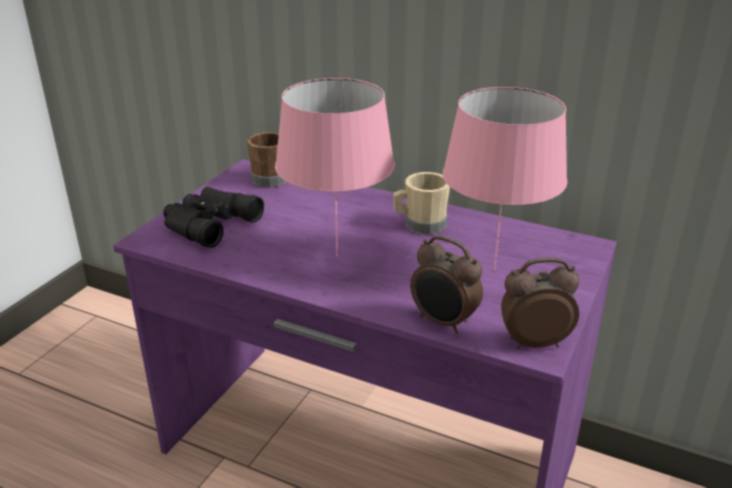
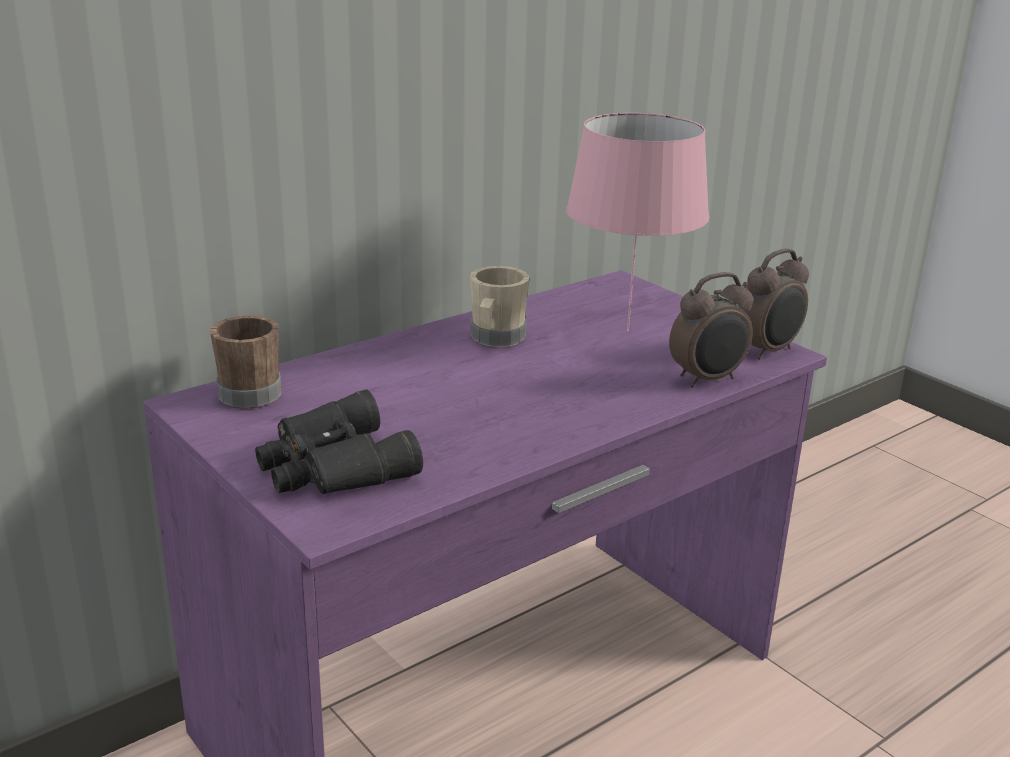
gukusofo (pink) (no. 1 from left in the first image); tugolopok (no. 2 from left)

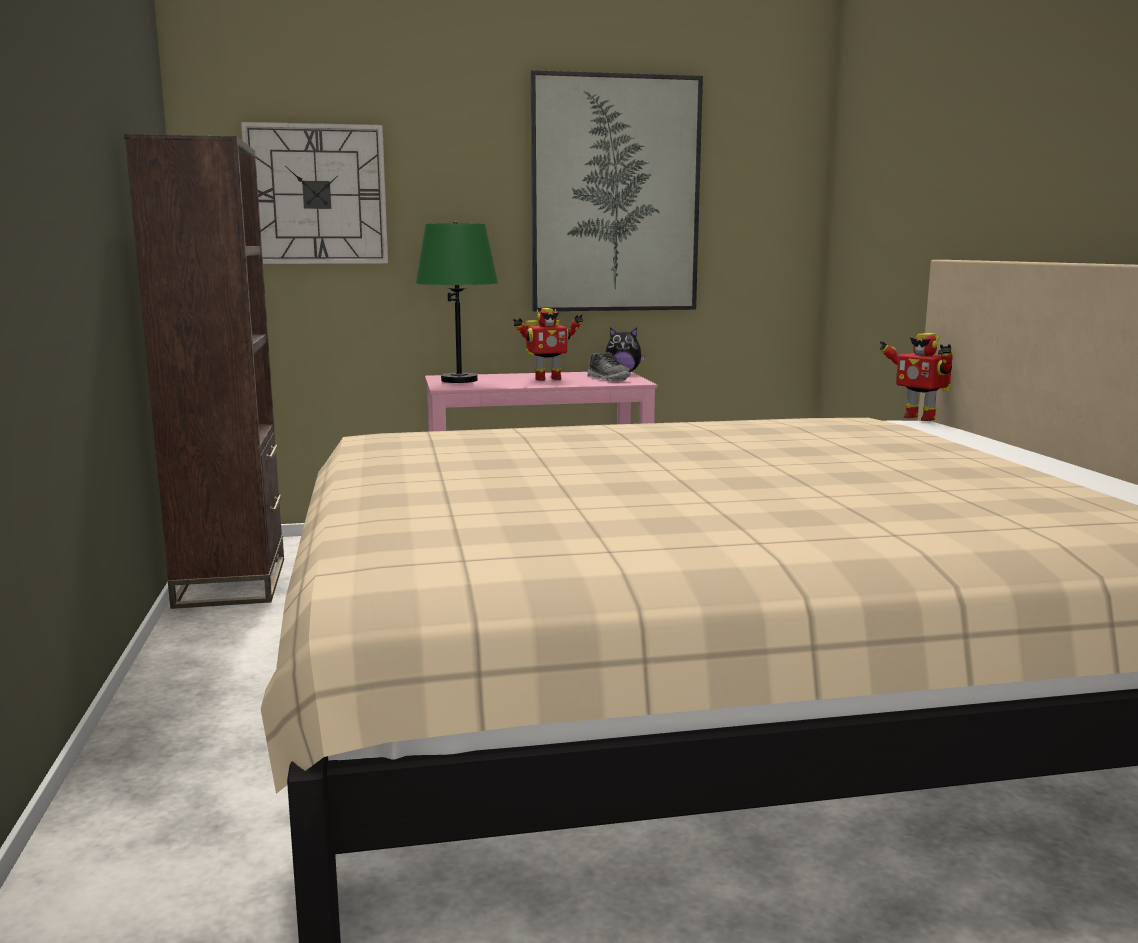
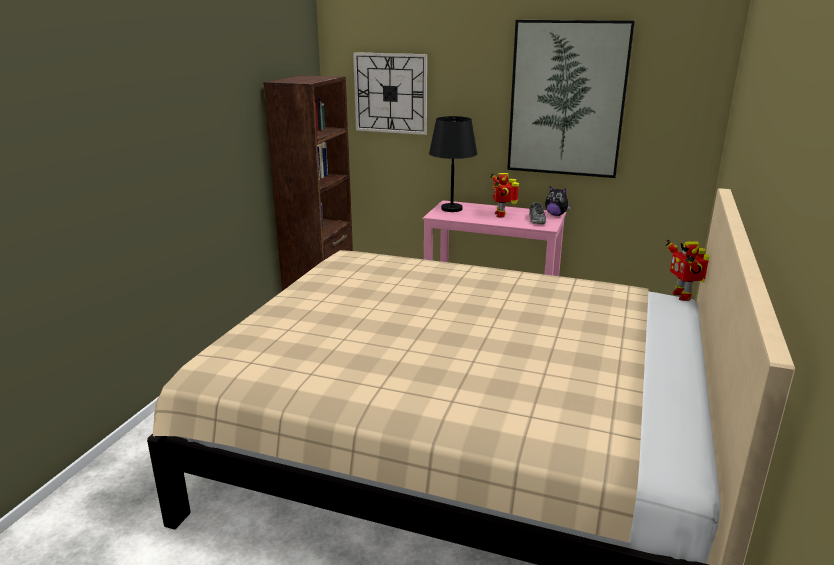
gukusofo (black); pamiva (no. 1 from left)

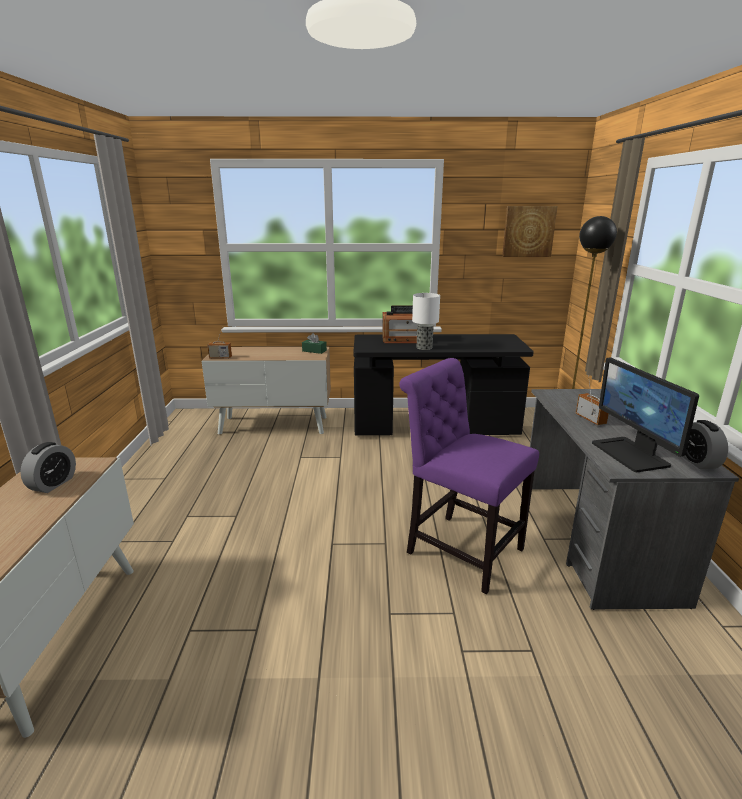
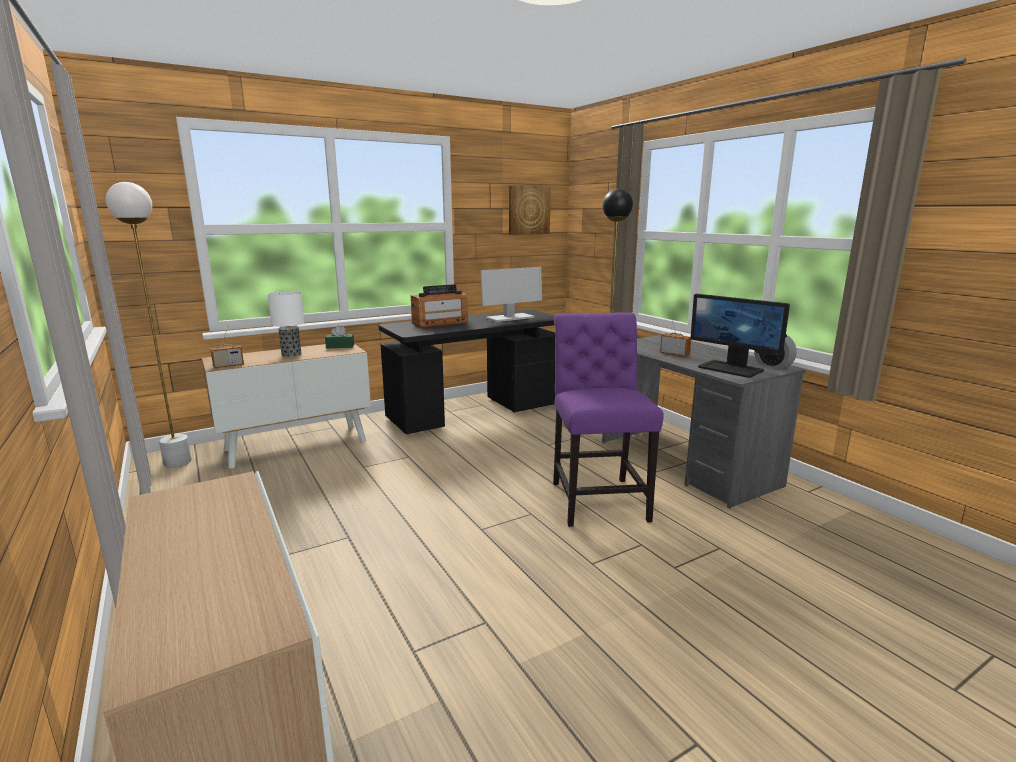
tugolopok (no. 1 from left in the first image); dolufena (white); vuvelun (no. 1 from left); gukusofo; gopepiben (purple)

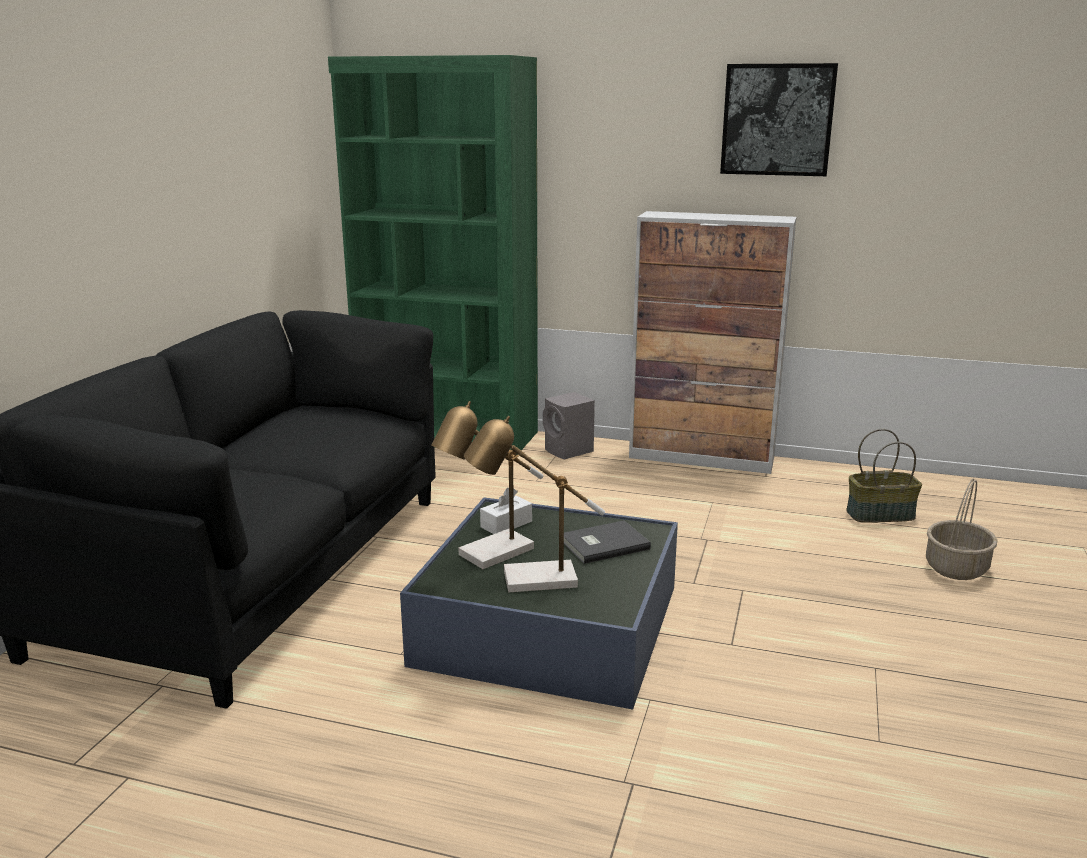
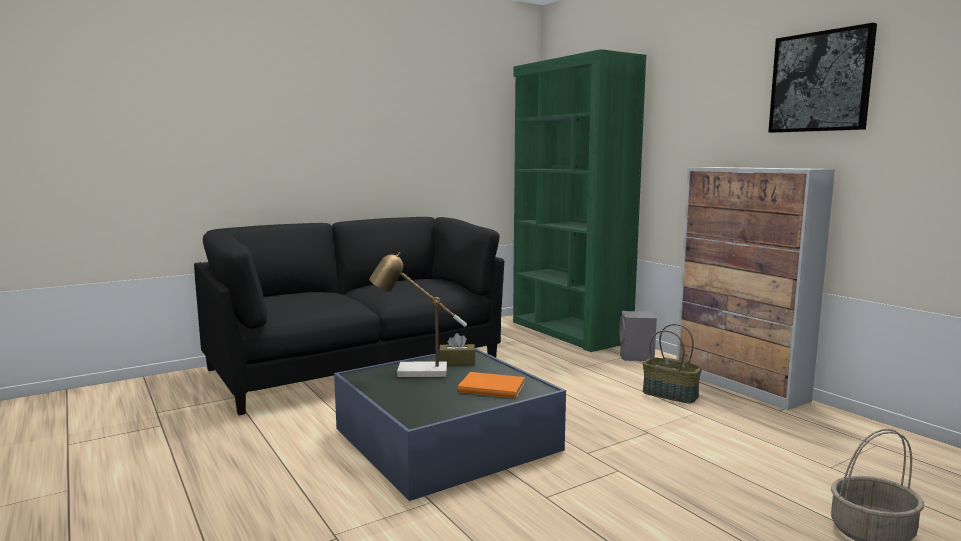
gukusofo (no. 2 from left in the first image); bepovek (no. 1 from left); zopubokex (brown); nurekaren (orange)

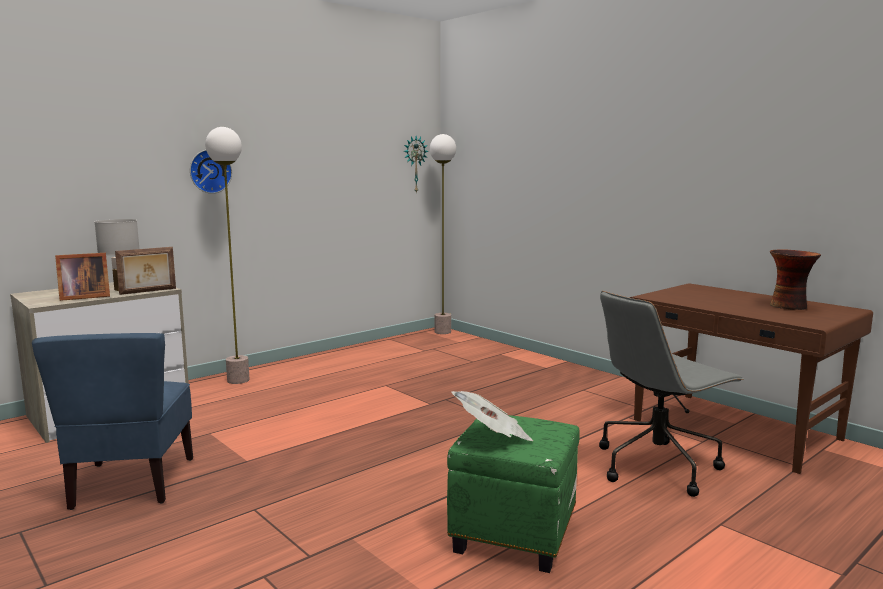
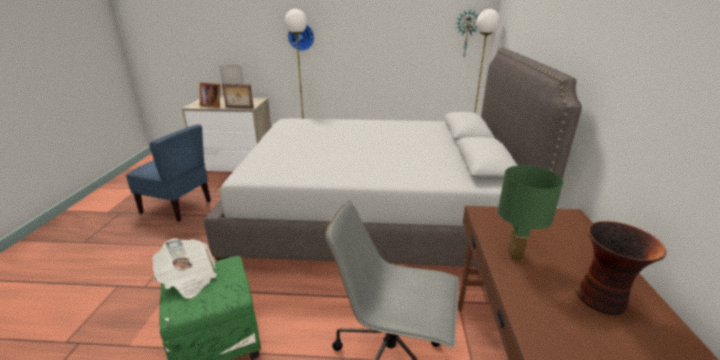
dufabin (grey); gukusofo (green); gopepiben (blue)

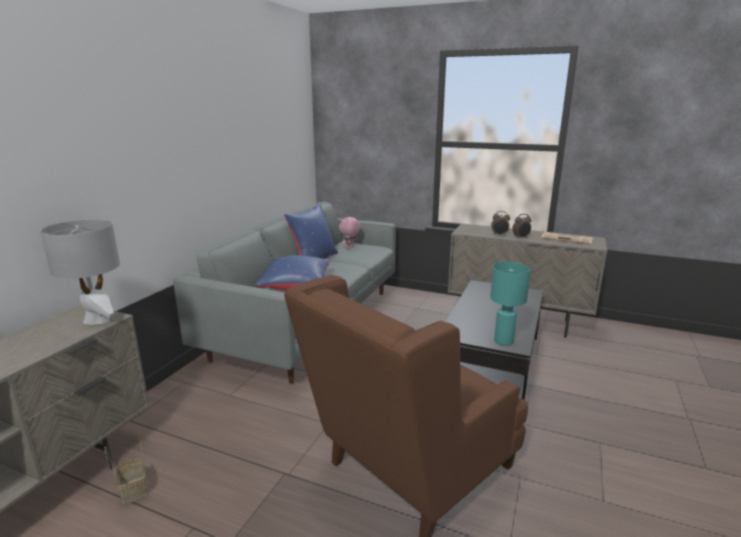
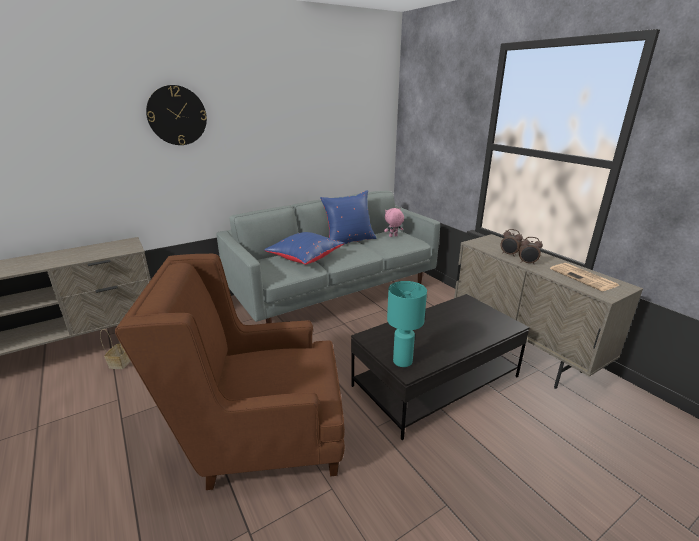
gukusofo (grey); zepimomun

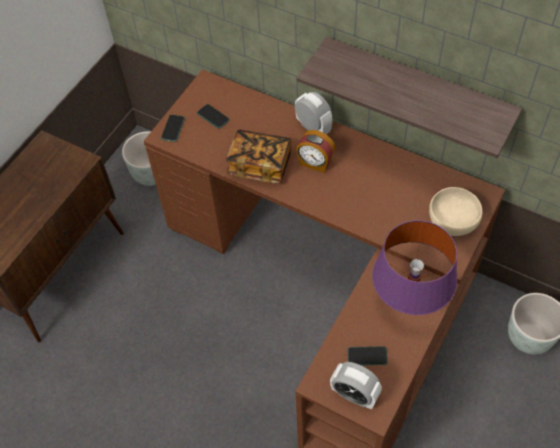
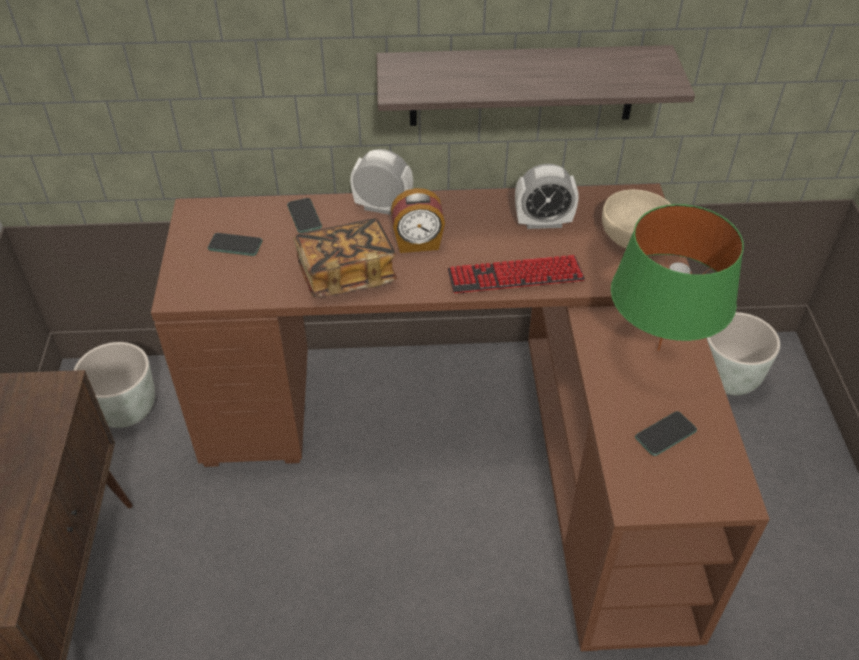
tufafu; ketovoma (no. 2 from left); tugolopok (no. 3 from left); gukusofo (green)

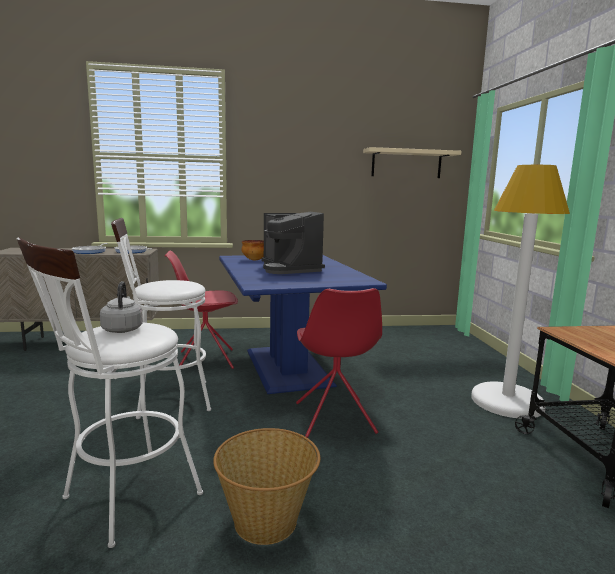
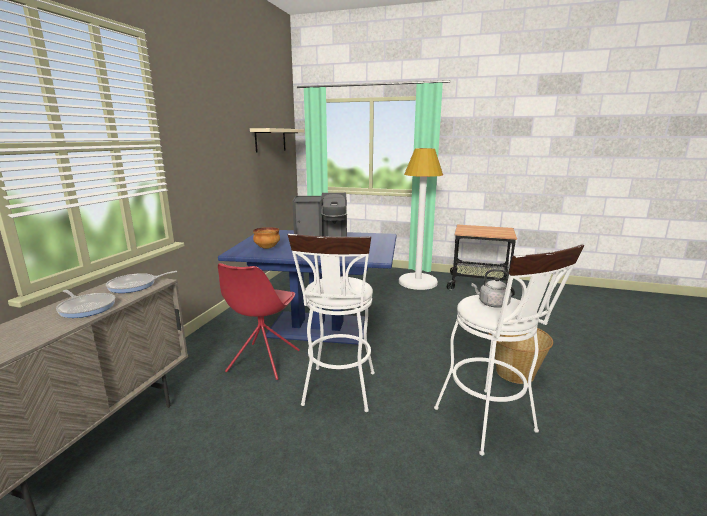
gopepiben (red) (no. 2 from left in the first image)

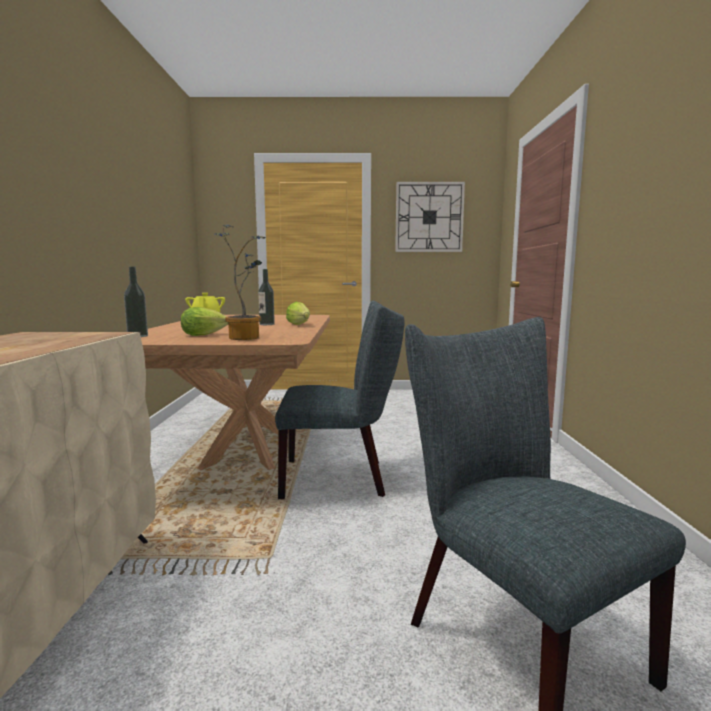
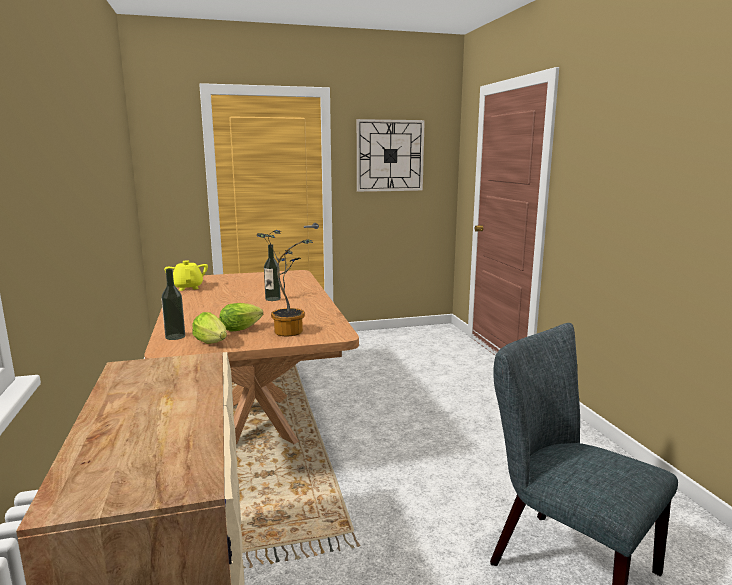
gopepiben (grey) (no. 1 from left in the first image); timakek (no. 1 from left)

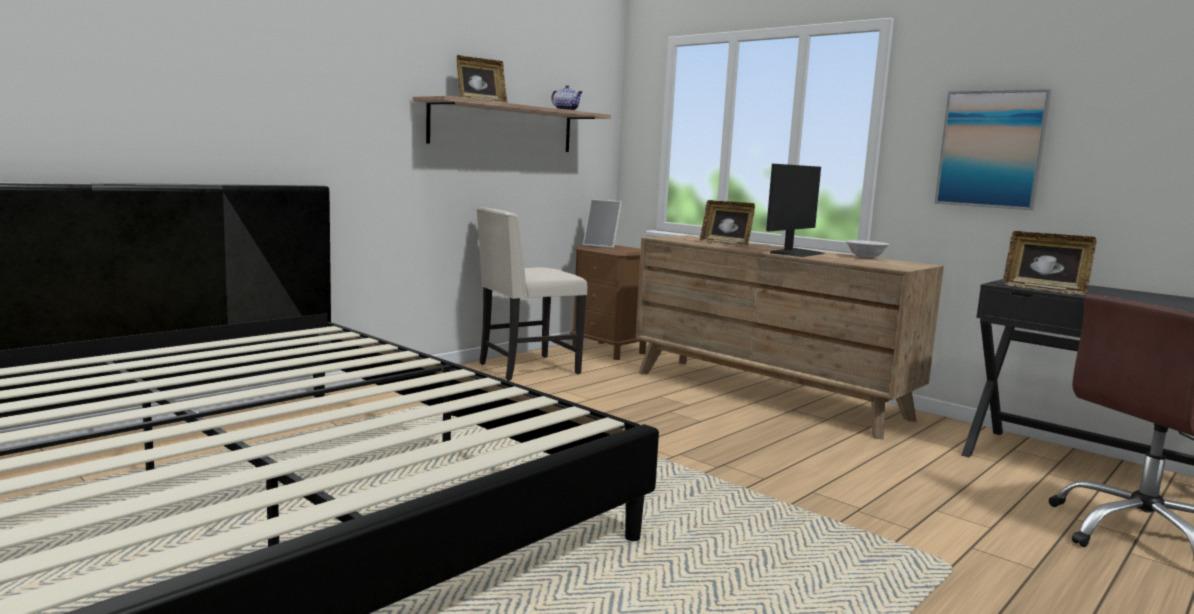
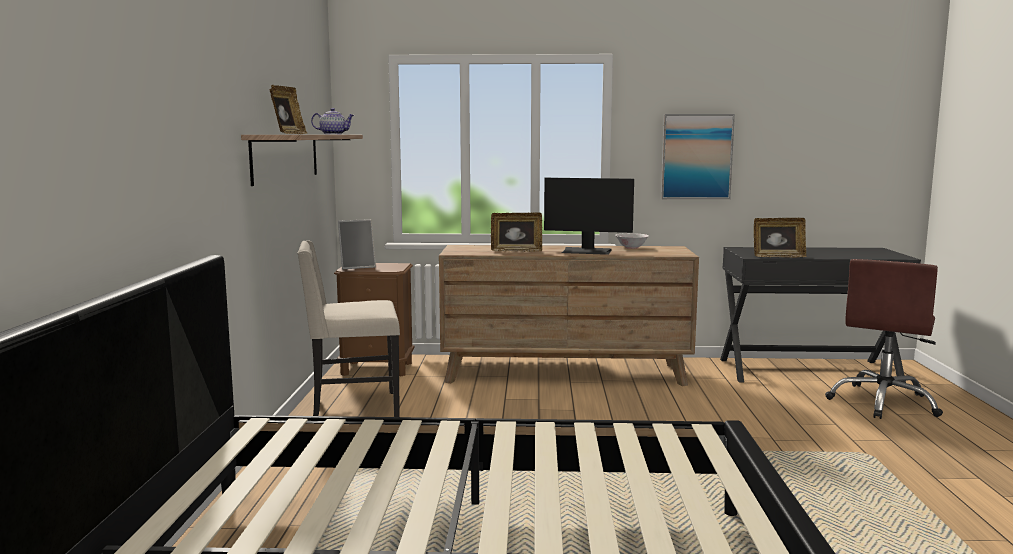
gopepiben (beige); vuvelun

